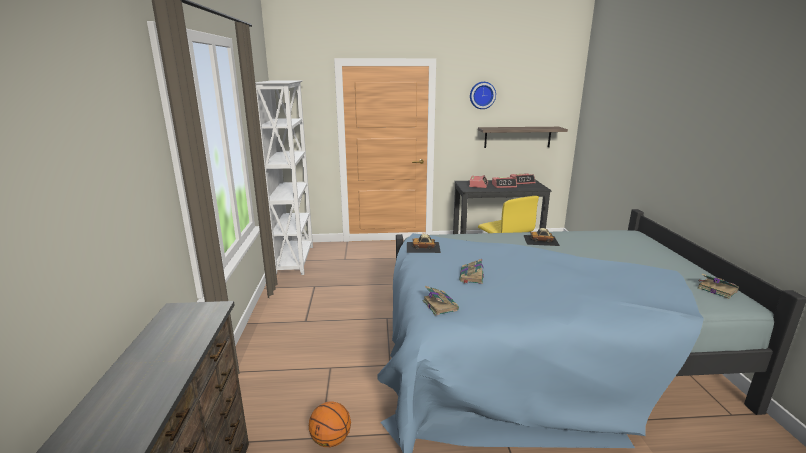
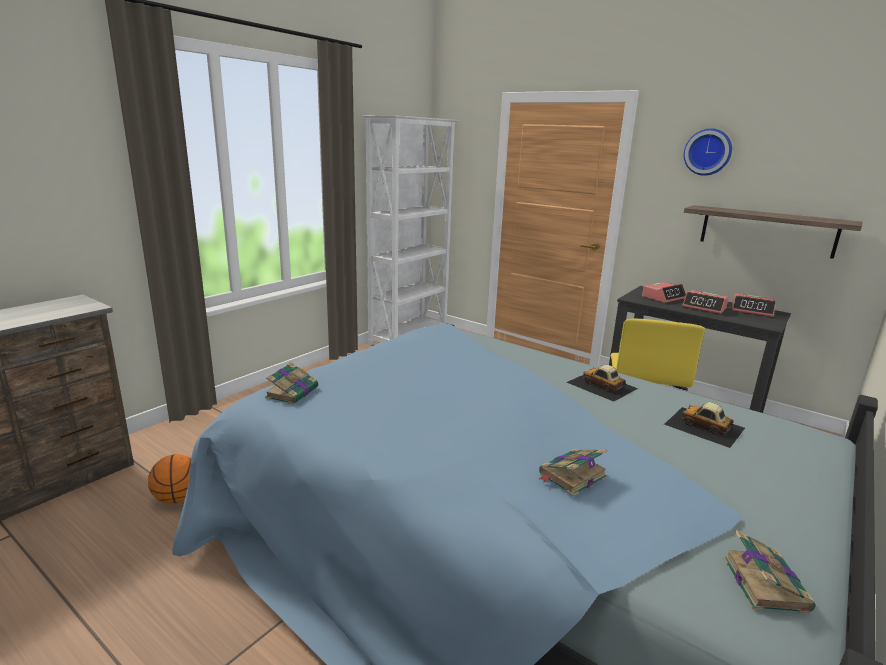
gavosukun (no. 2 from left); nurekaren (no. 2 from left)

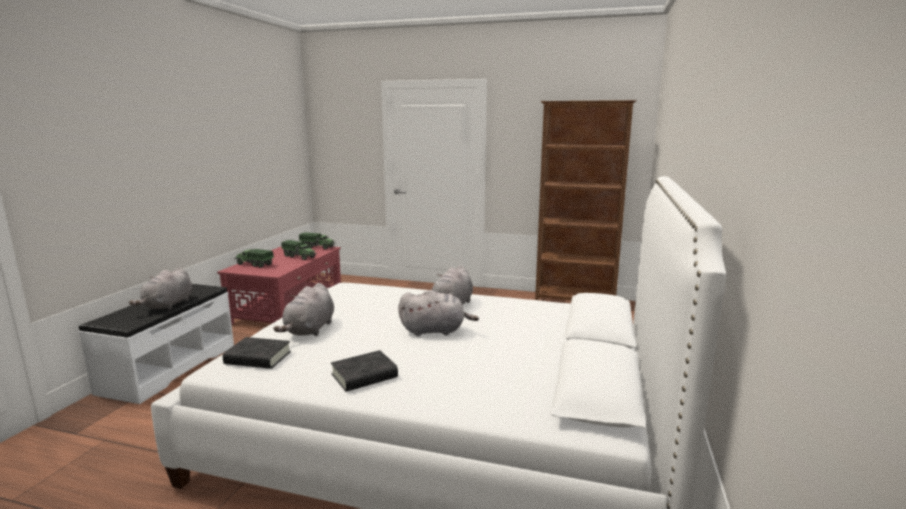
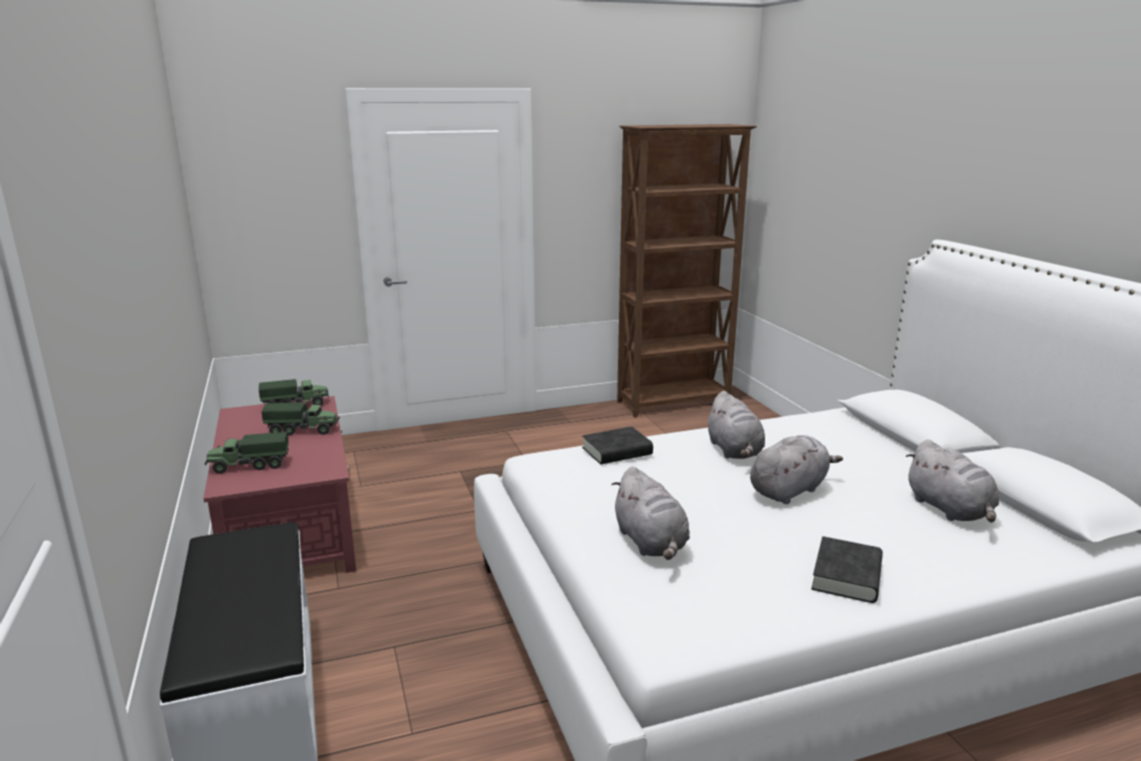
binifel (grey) (no. 4 from left); nurekaren (black) (no. 1 from left)

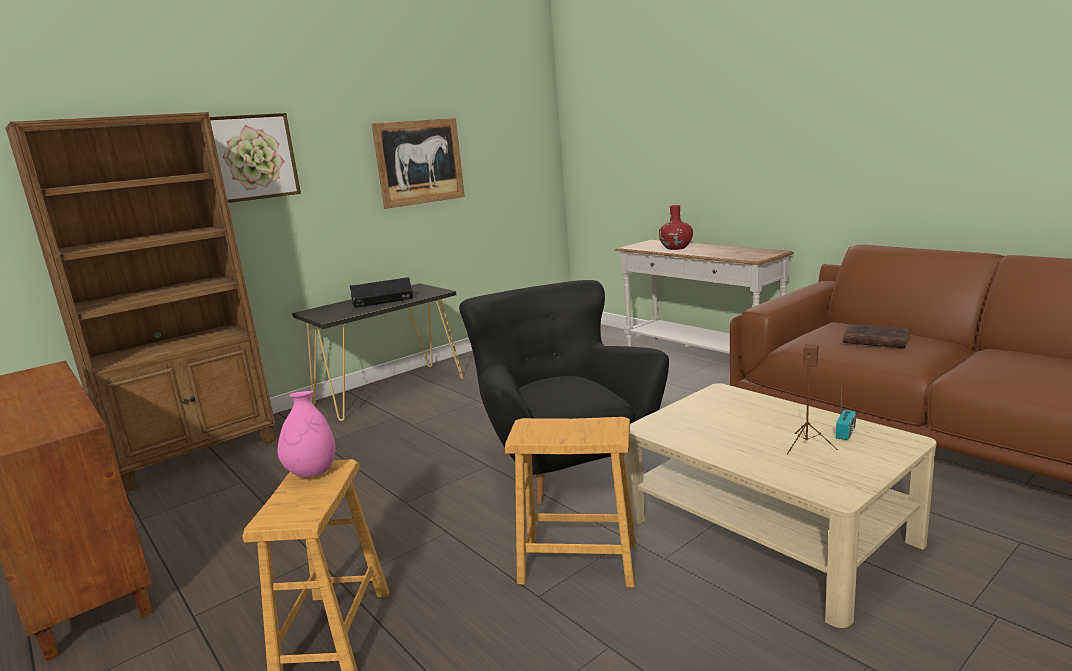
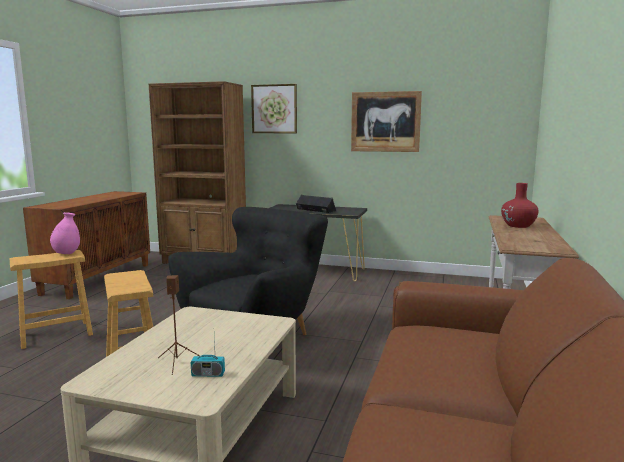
nurekaren (brown)

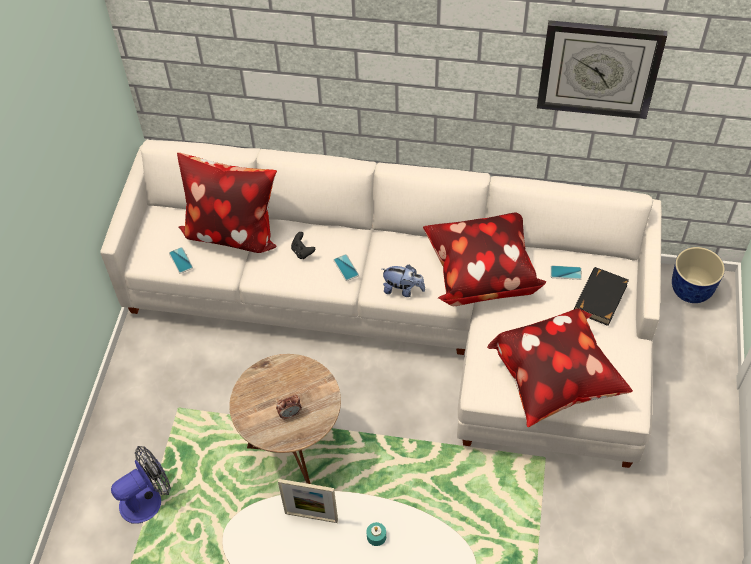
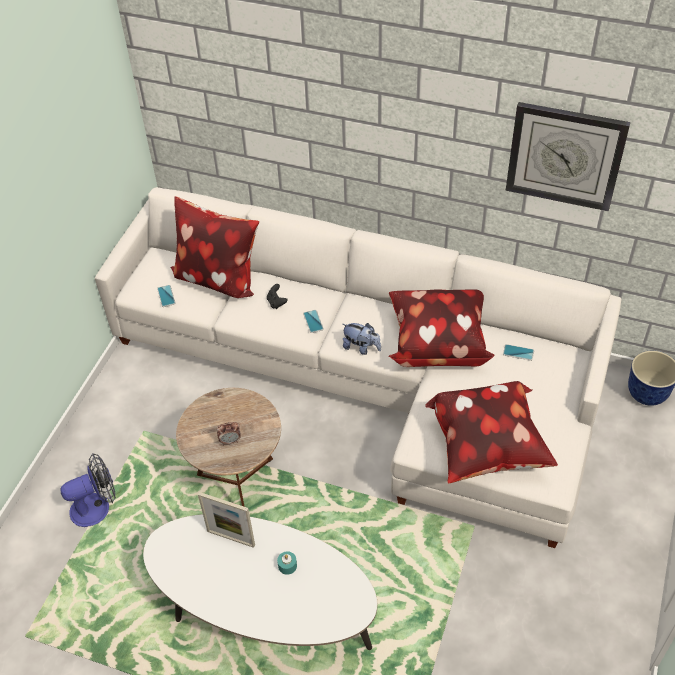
nurekaren (black)

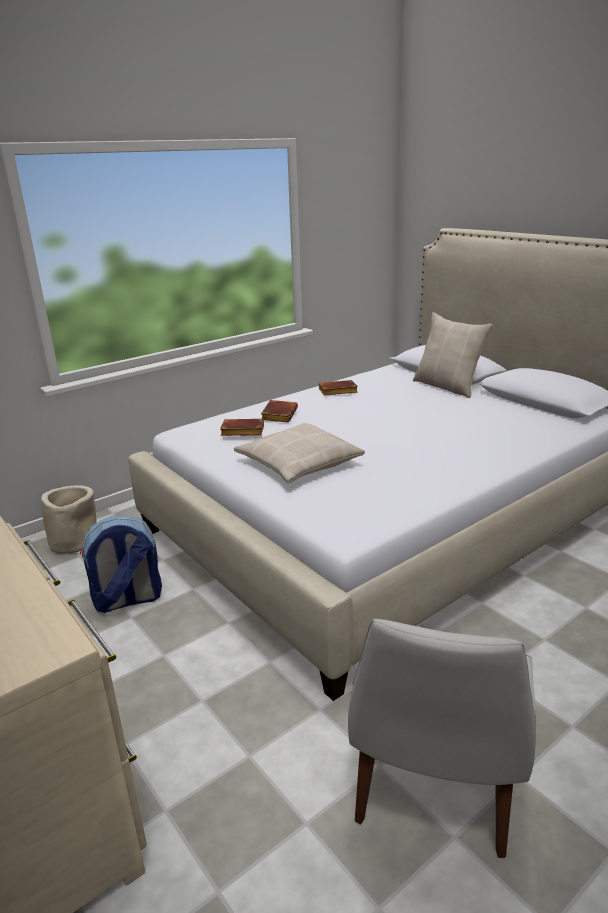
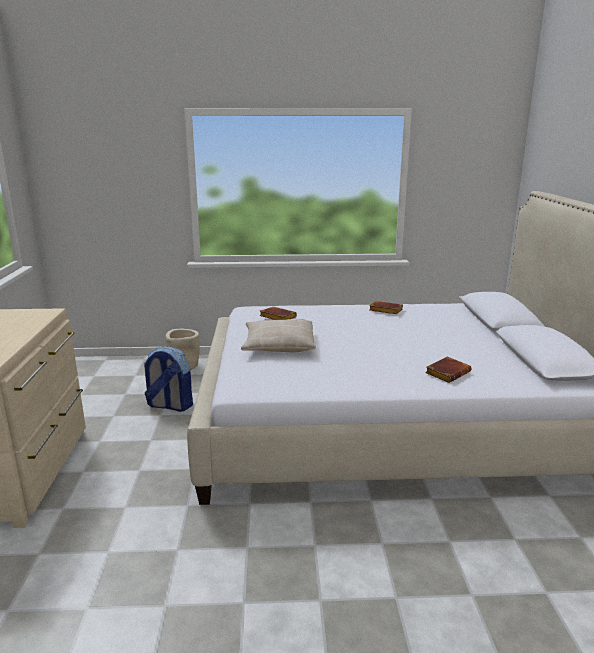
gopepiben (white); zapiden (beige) (no. 2 from left in the first image); nurekaren (brown) (no. 3 from left)

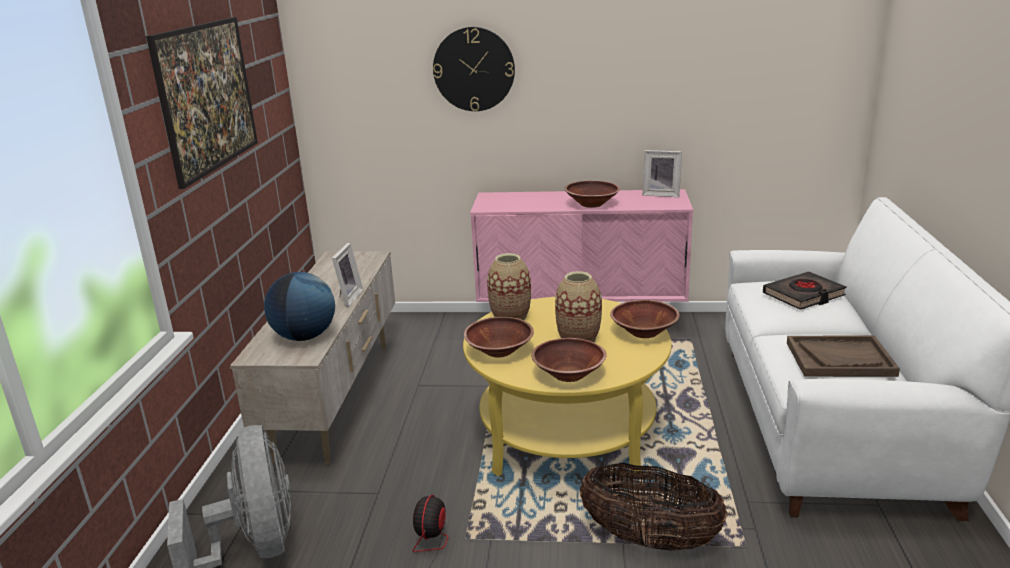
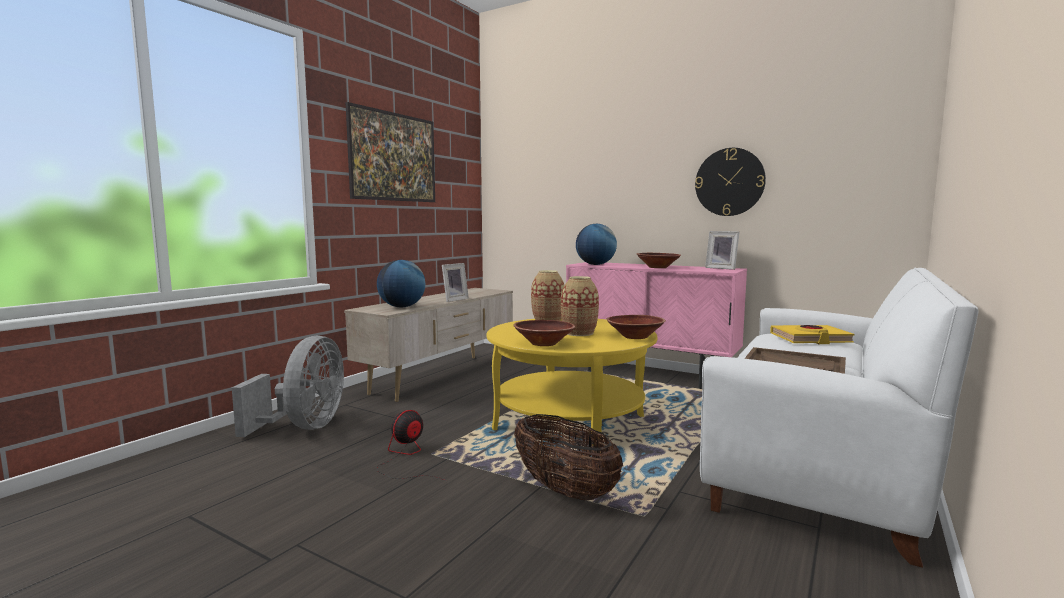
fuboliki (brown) (no. 1 from left in the first image); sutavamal (no. 2 from left); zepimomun; nurekaren (yellow)

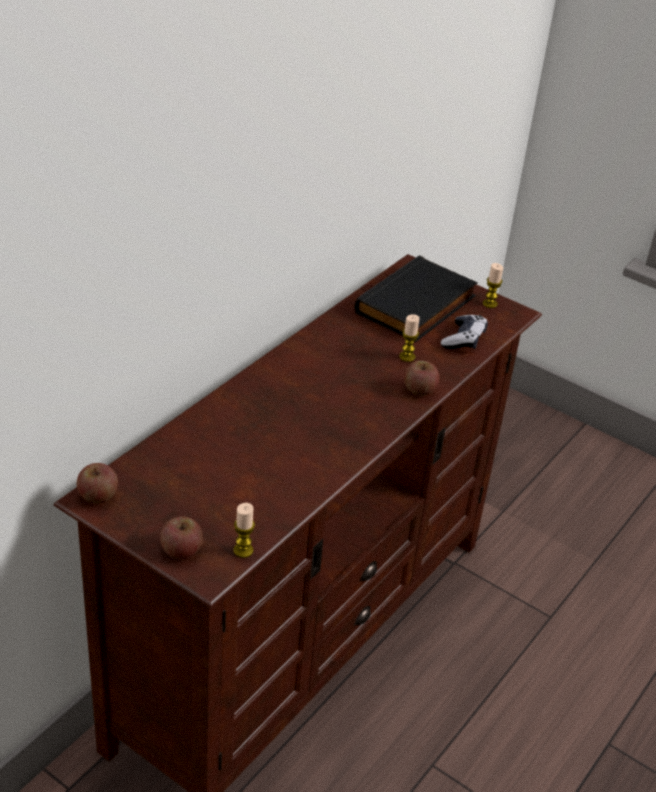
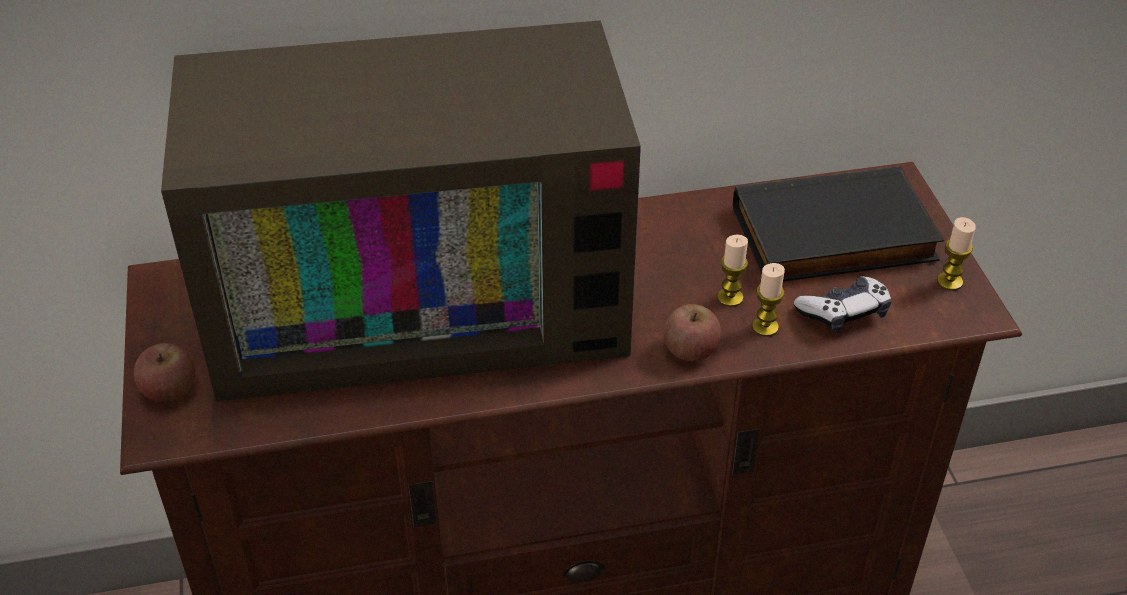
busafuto (no. 1 from left in the first image); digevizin; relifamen (no. 2 from left)

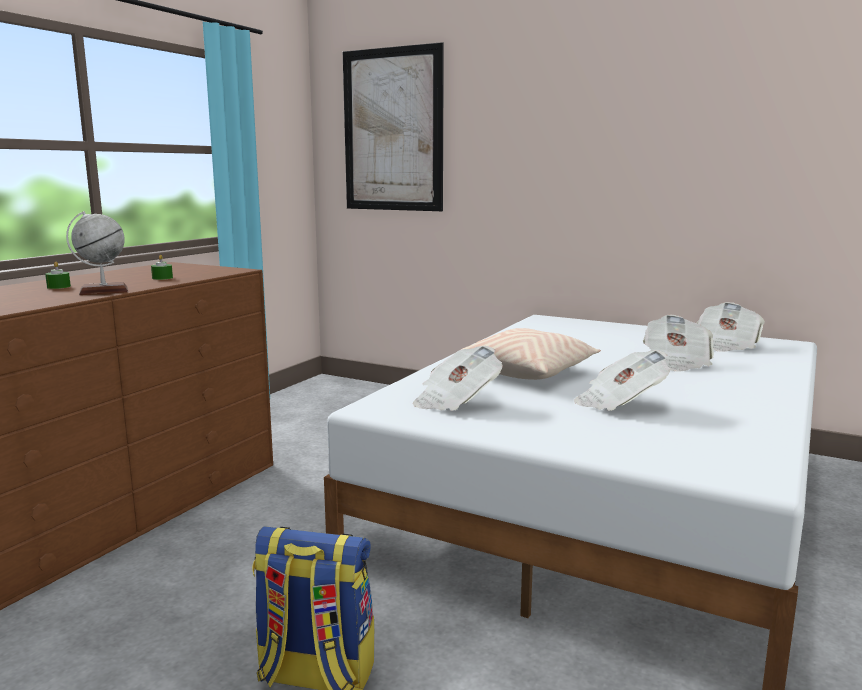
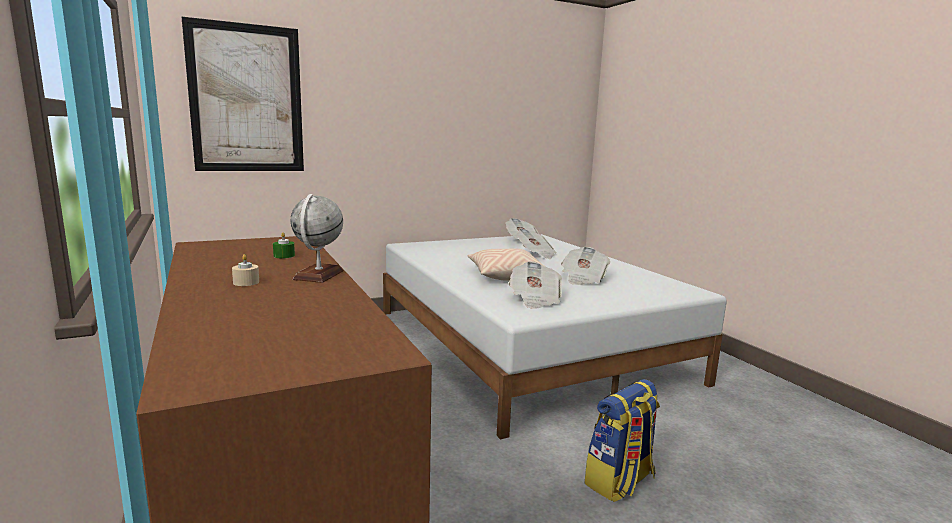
relifamen (beige)

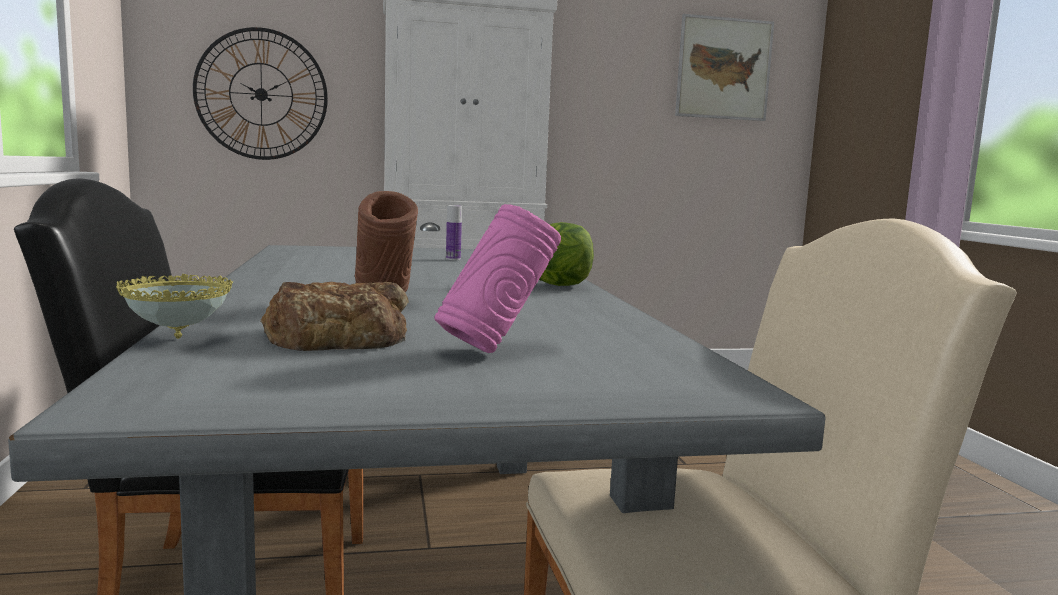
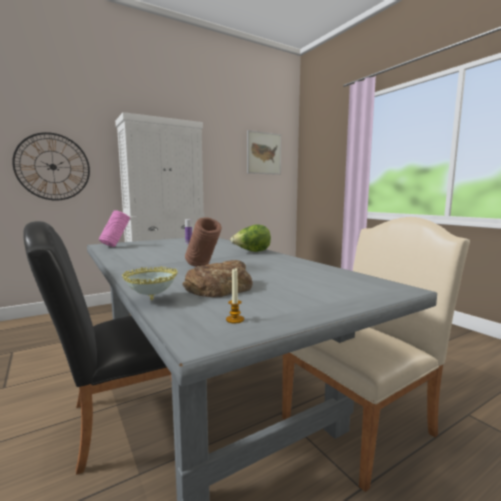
relifamen; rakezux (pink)

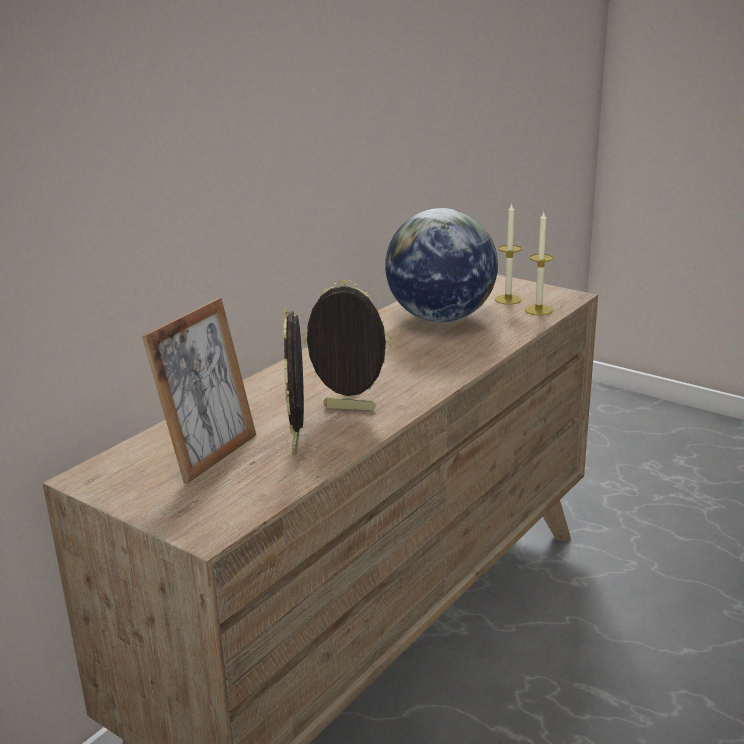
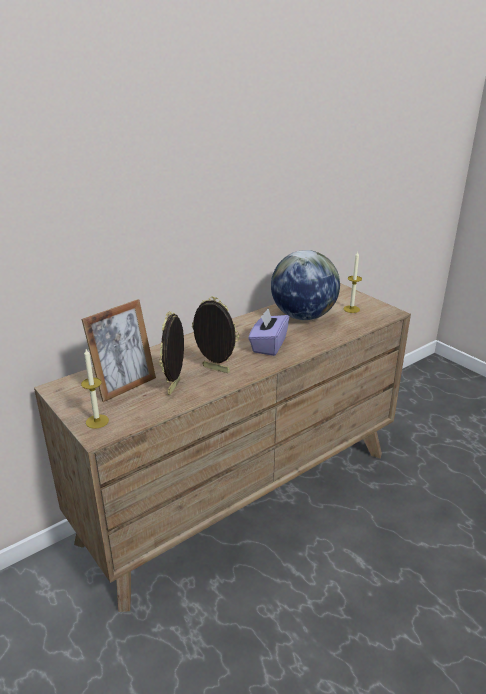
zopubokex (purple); relifamen (no. 1 from left)

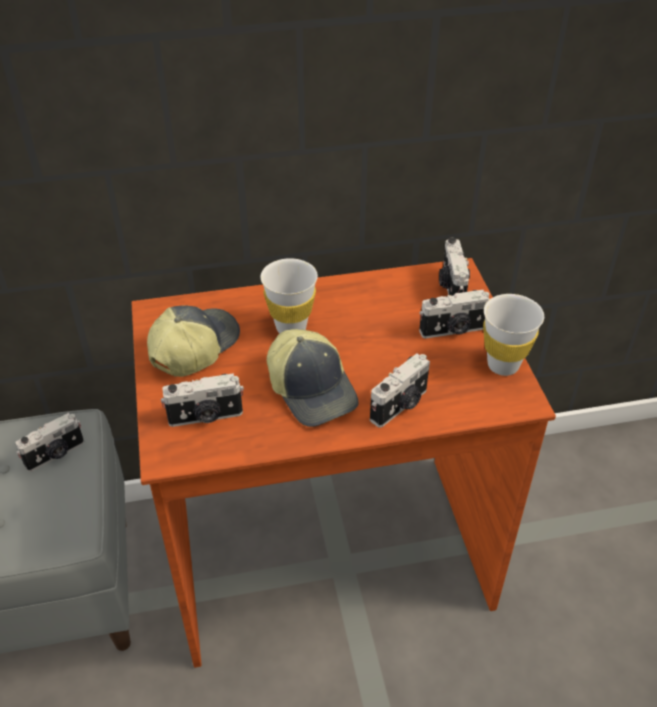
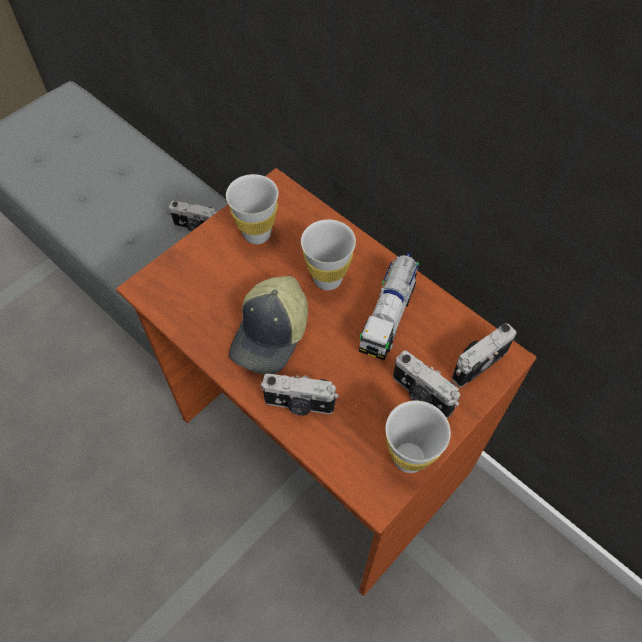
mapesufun (no. 2 from left in the first image); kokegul; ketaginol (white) (no. 1 from left)

